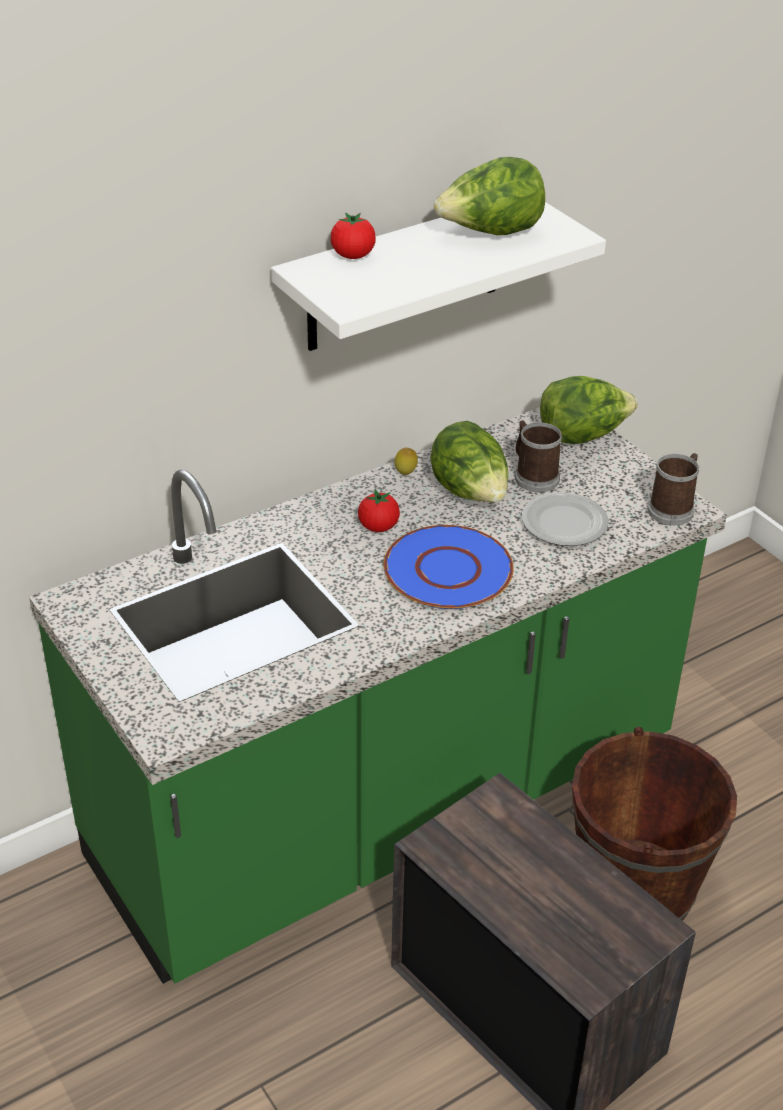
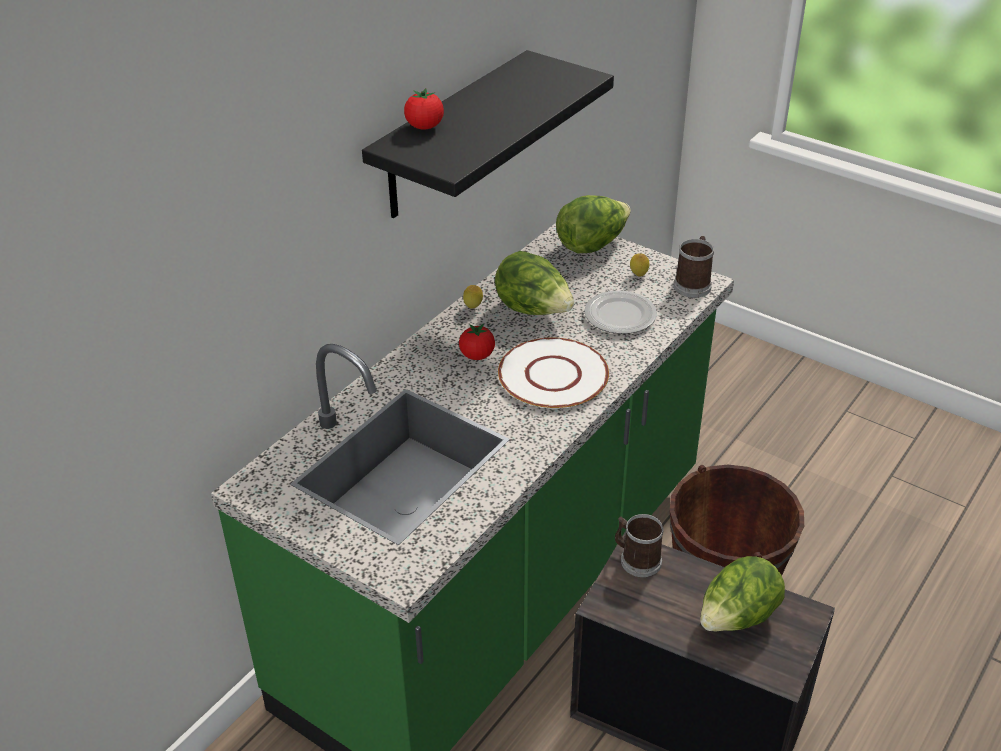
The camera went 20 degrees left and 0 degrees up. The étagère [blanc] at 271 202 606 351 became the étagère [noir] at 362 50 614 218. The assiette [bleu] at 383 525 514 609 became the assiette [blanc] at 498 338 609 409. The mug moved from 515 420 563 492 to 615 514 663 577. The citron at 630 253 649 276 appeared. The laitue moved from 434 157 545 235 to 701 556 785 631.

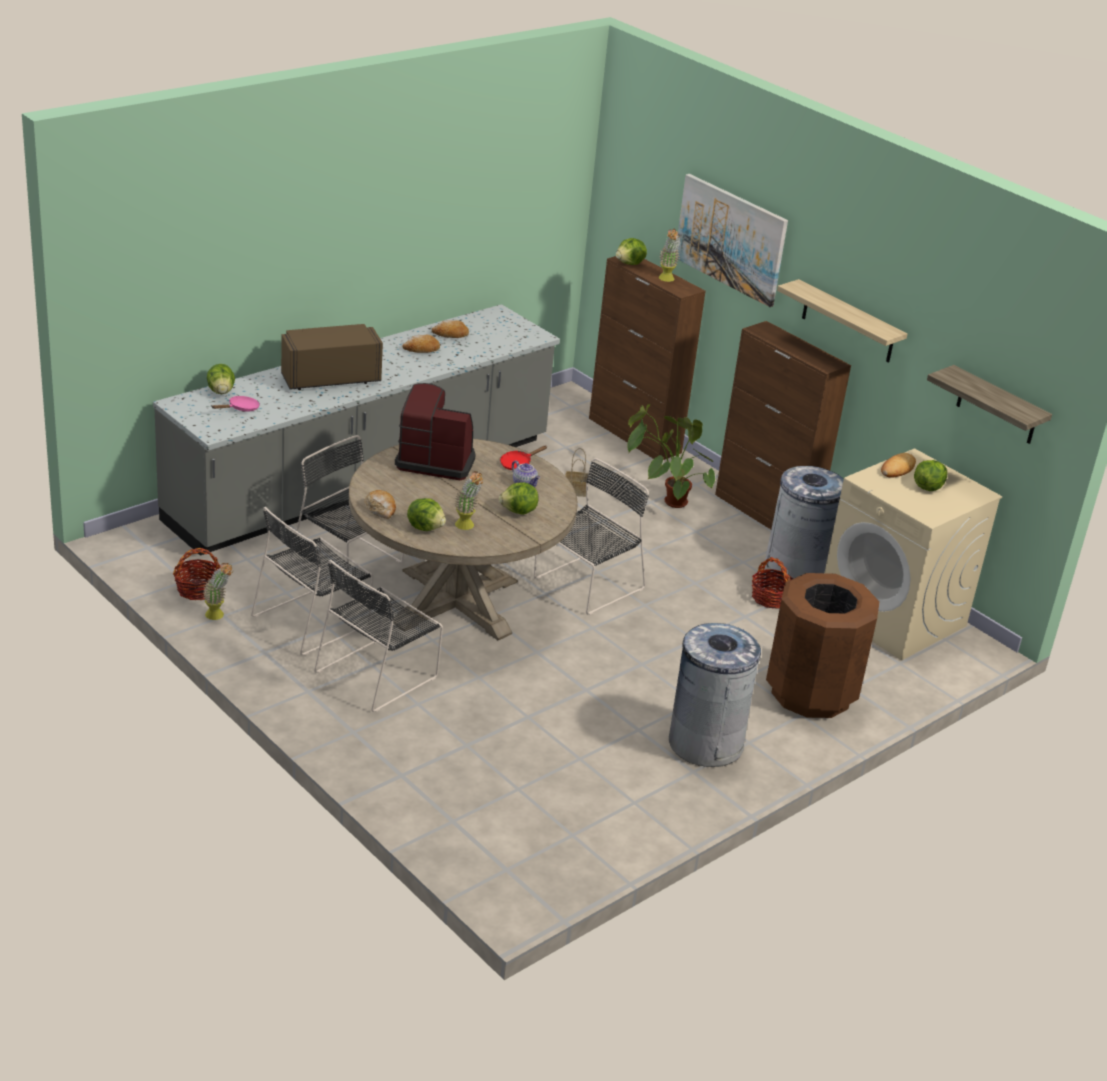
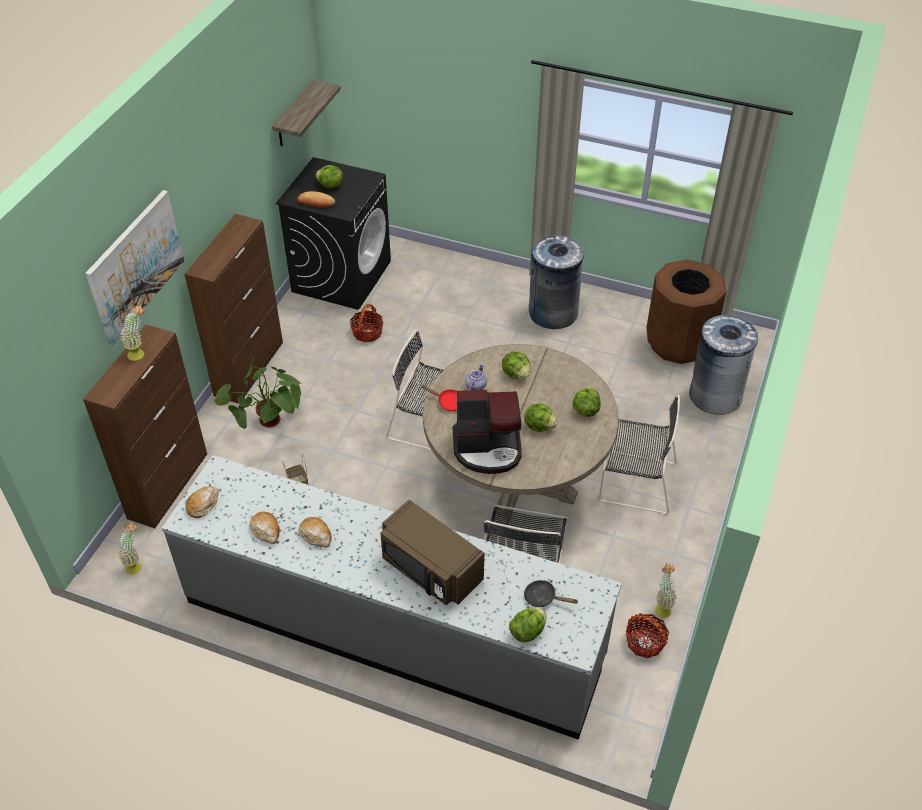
The camera went 115 degrees left and 15 degrees up. The plante en pot moved from 454 471 483 530 to 118 522 142 575. The pain moved from 364 490 396 519 to 186 486 219 518. The lave-linge [beige] at 824 448 1002 660 became the lave-linge [noir] at 276 157 391 310. The machine à café at 395 383 476 480 turned 75 degrees counterclockwise. The laitue moved from 616 238 647 265 to 524 404 558 432. The poêle [rose] at 212 396 260 411 became the poêle [noir] at 524 580 578 607. The poubelle [marron] moved from 766 573 880 718 to 646 260 727 364. The poubelle [gris] moved from 765 466 844 582 to 689 315 758 415. The chaise [noir] at 251 507 374 656 disappeared. The étagère at 777 279 908 363 disappeared.

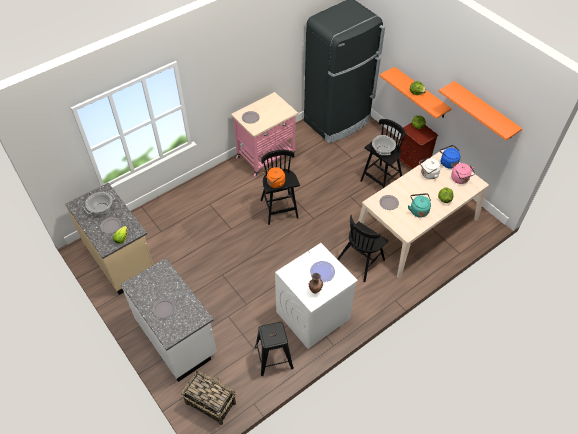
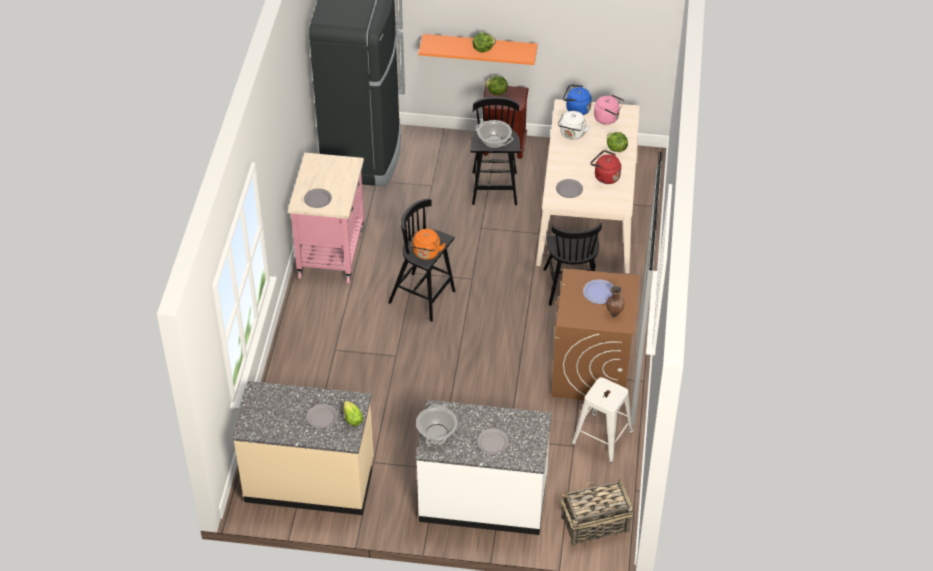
The camera went 45 degrees left and 5 degrees down. The marmite moved from 83 192 115 214 to 416 405 458 444. The lave-linge [blanc] at 275 243 358 349 became the lave-linge [marron] at 552 268 640 404. The tabouret [noir] at 255 322 294 376 became the tabouret [blanc] at 572 377 633 462. The bouilloire [turquoise] at 408 193 431 218 became the bouilloire [rouge] at 590 150 621 184. The étagère [orange] at 438 81 522 140 disappeared.

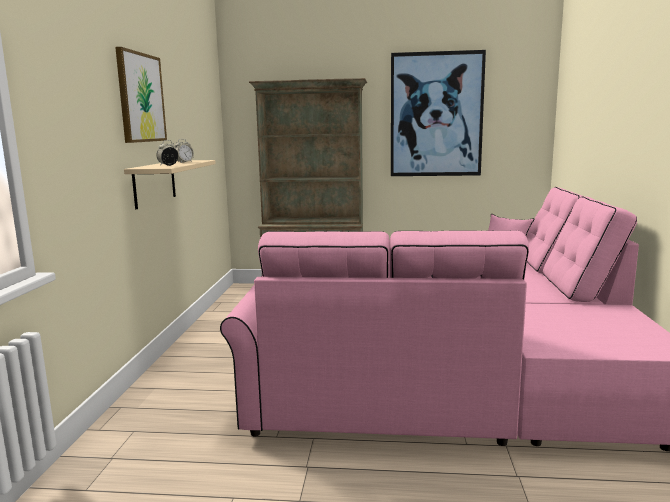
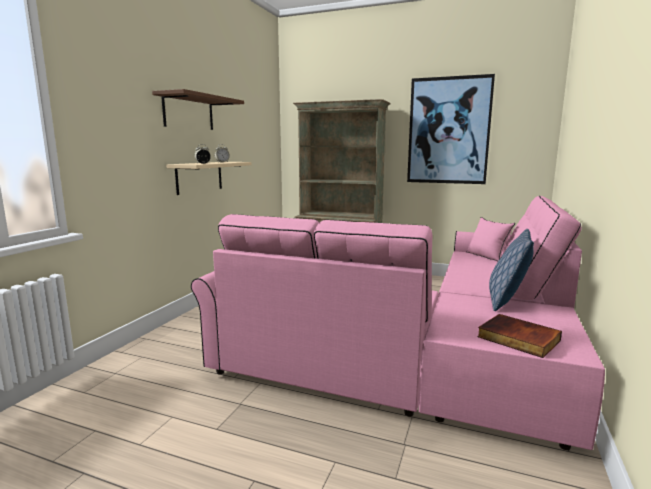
The camera went 15 degrees right and 0 degrees up. The tableau at 115 47 167 143 was replaced by the étagère [marron] at 152 89 244 130. The livre at 477 314 562 358 appeared. The coussin at 489 229 534 311 appeared.

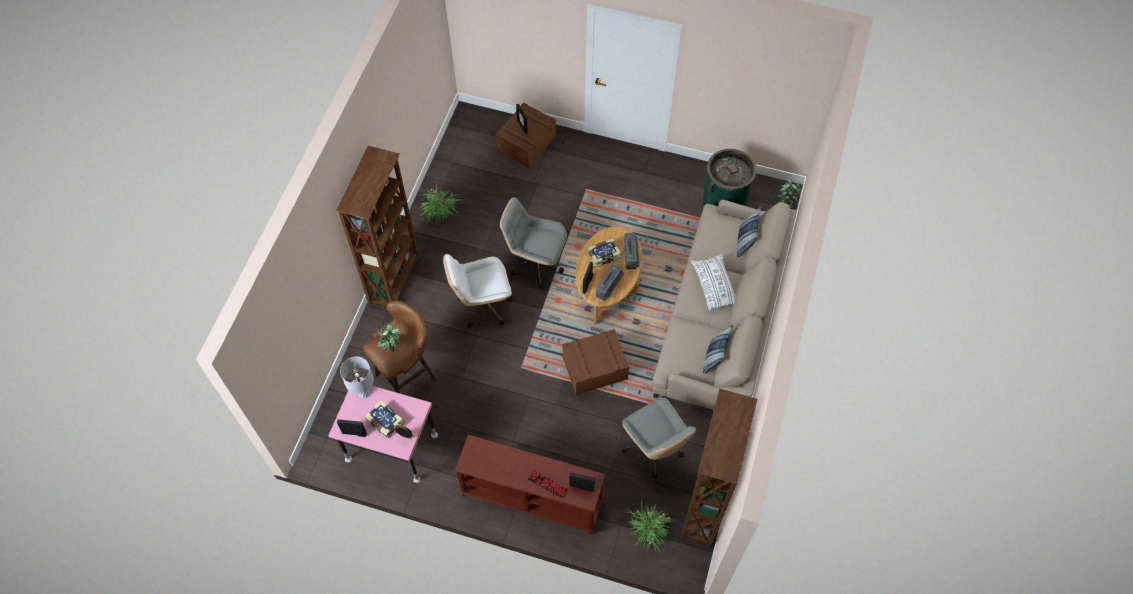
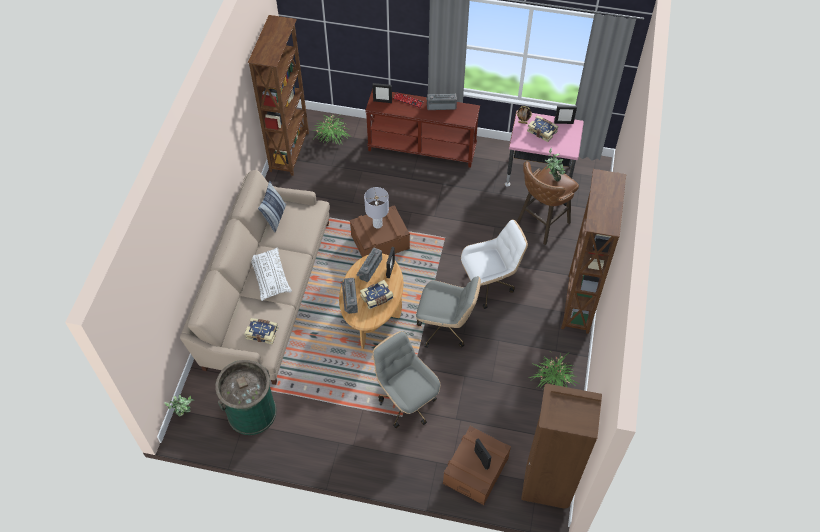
The camera went 175 degrees right and 5 degrees down. The livre at 244 318 278 344 appeared. The lampe de table [gris] moved from 340 356 374 399 to 364 187 389 228. The chaise de bureau [gris] moved from 622 398 696 477 to 373 331 440 428. The radio at 426 94 457 110 appeared. The meuble de rangement [marron] at 521 384 602 508 appeared. The coussin at 737 207 761 258 disappeared.

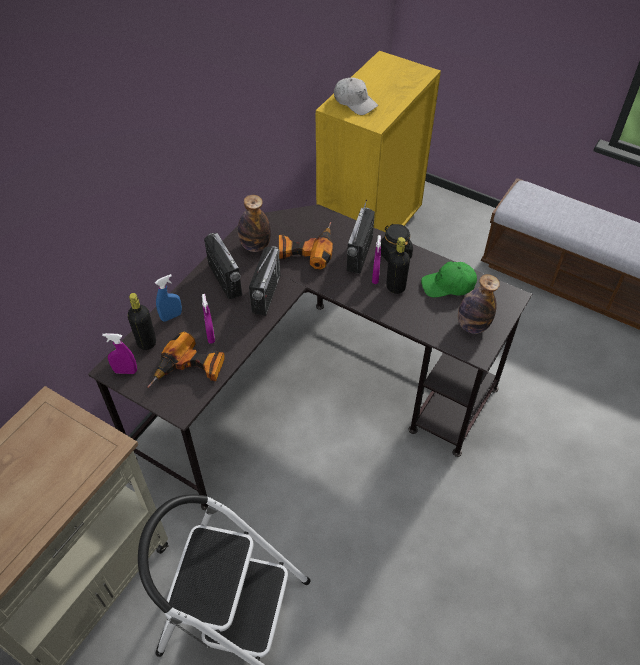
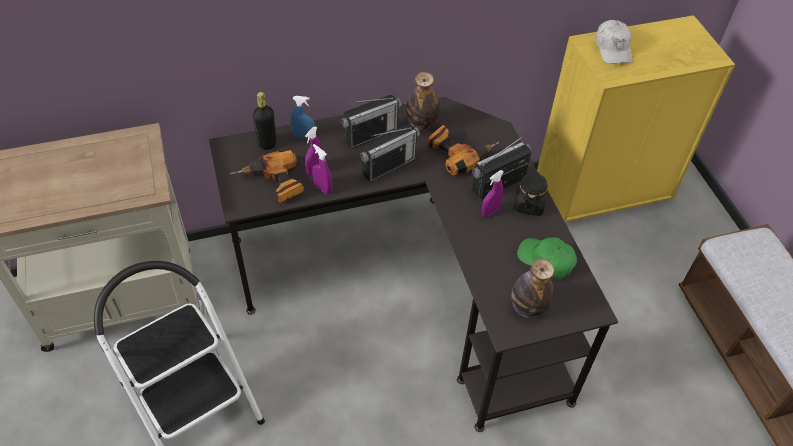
The camera went 40 degrees right and 0 degrees up. The vaporisateur [violet] moved from 102 333 137 374 to 312 144 332 194. The radio at 204 233 242 299 turned 45 degrees clockwise. The bouteille [noir] at 386 237 410 294 disappeared.

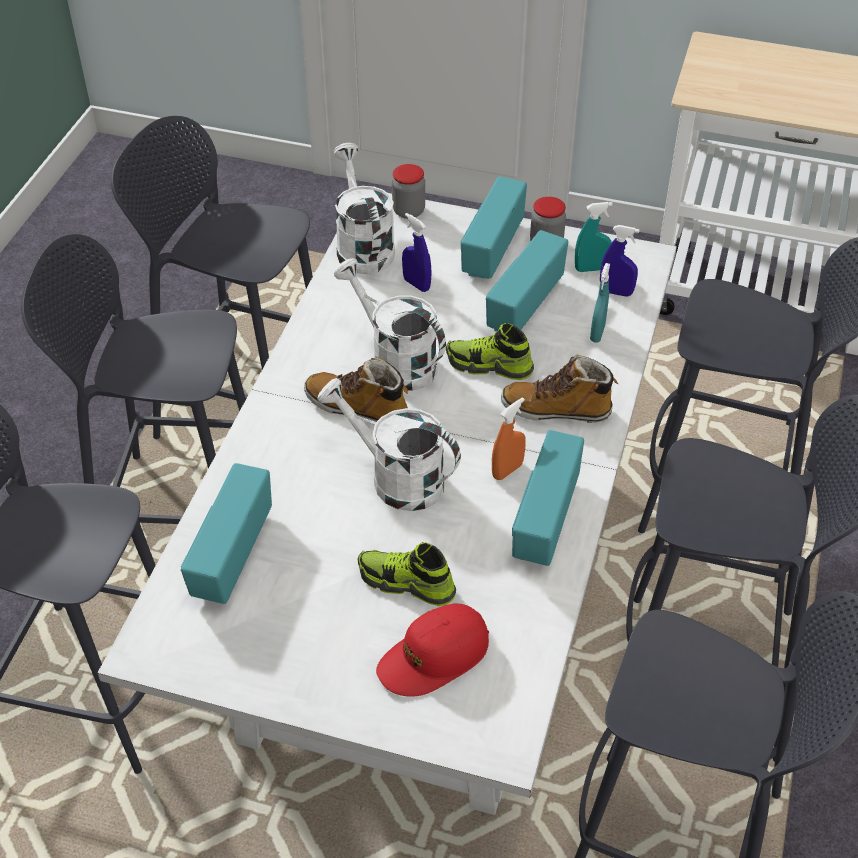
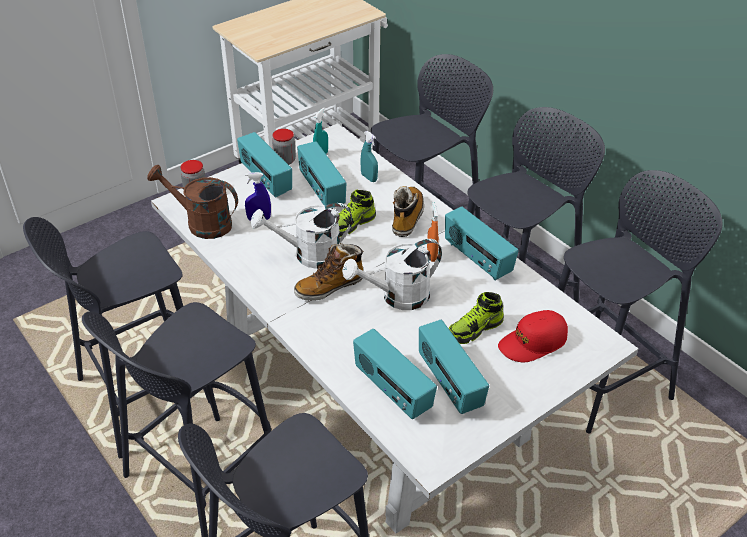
The camera went 55 degrees left and 5 degrees down. The arrosoir [blanc] at 333 143 395 274 became the arrosoir [marron] at 147 165 238 239. The botte at 501 354 618 423 turned 150 degrees clockwise. The radio at 419 320 489 414 appeared. The casquette [rouge] at 376 603 489 696 turned 60 degrees clockwise. The vaporisateur [bleu] at 600 225 640 297 disappeared.

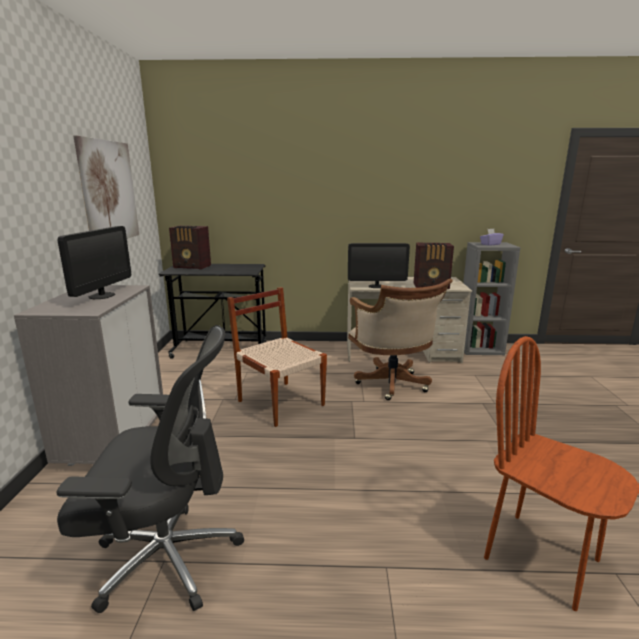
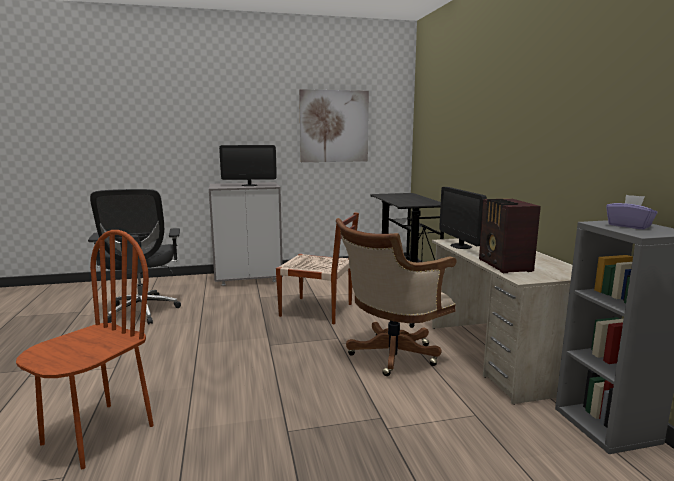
The camera went 75 degrees right and 5 degrees down. The chaise at 227 287 327 427 turned 75 degrees clockwise. The radio at 169 226 211 270 disappeared.

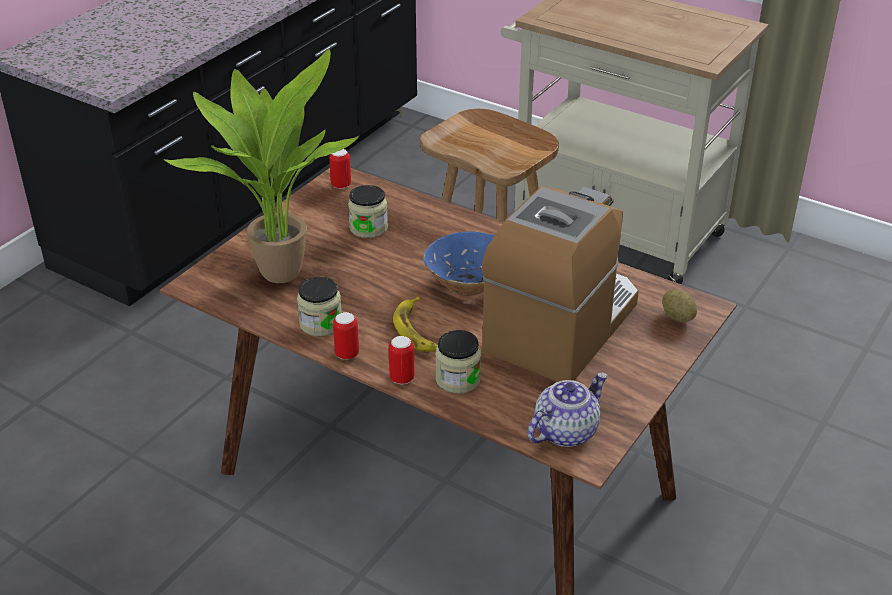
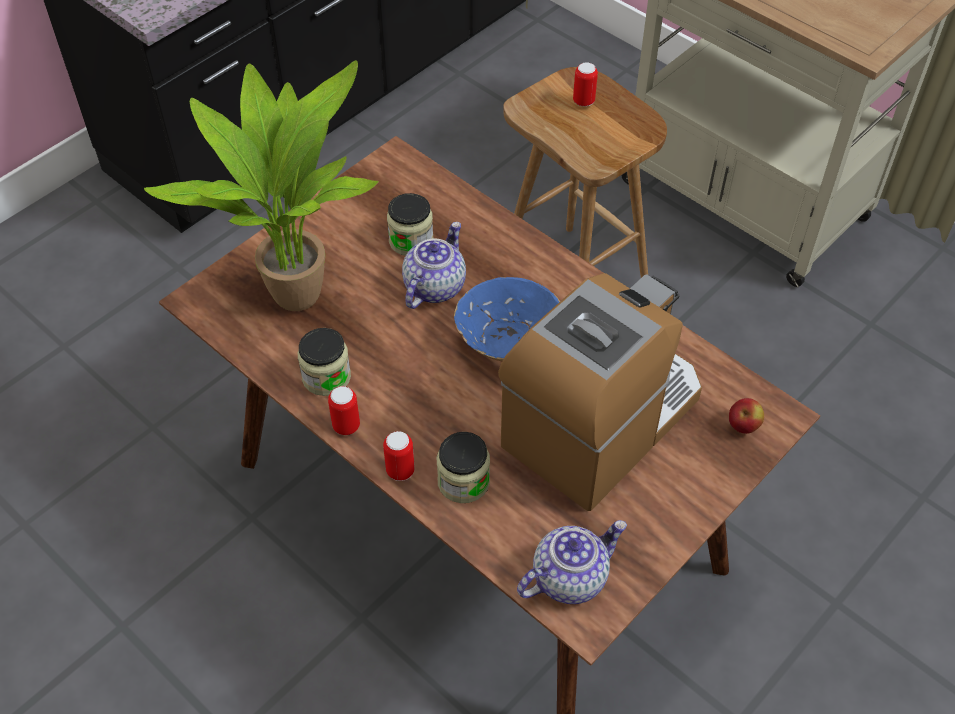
The camera went 10 degrees right and 15 degrees up. The théière at 402 222 466 309 appeared. The boîte métallique moved from 329 149 351 189 to 573 62 598 107. The pomme de terre at 662 289 697 322 was replaced by the pomme at 729 398 764 434. The banane at 393 297 438 352 disappeared.

